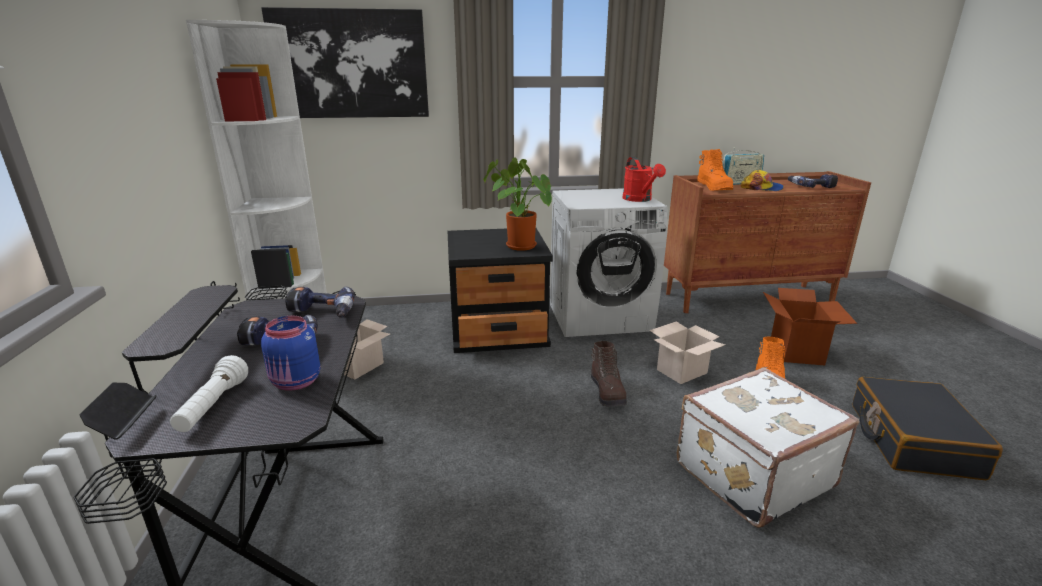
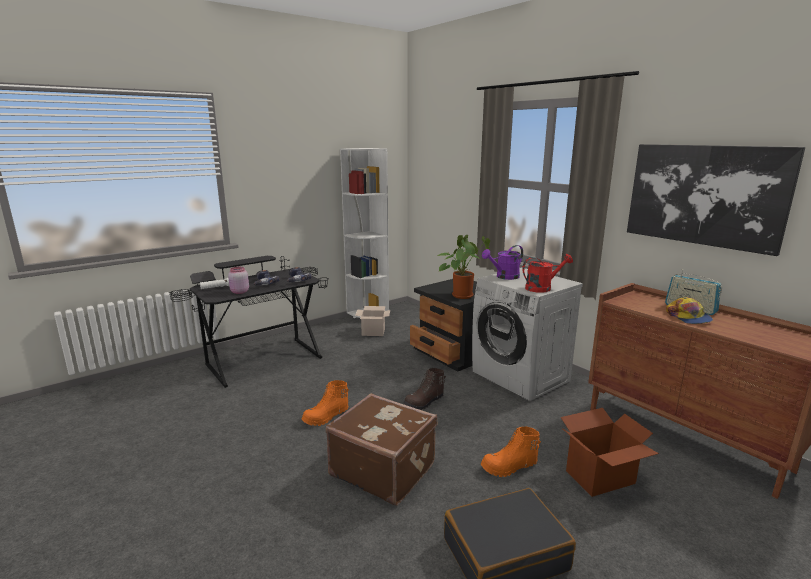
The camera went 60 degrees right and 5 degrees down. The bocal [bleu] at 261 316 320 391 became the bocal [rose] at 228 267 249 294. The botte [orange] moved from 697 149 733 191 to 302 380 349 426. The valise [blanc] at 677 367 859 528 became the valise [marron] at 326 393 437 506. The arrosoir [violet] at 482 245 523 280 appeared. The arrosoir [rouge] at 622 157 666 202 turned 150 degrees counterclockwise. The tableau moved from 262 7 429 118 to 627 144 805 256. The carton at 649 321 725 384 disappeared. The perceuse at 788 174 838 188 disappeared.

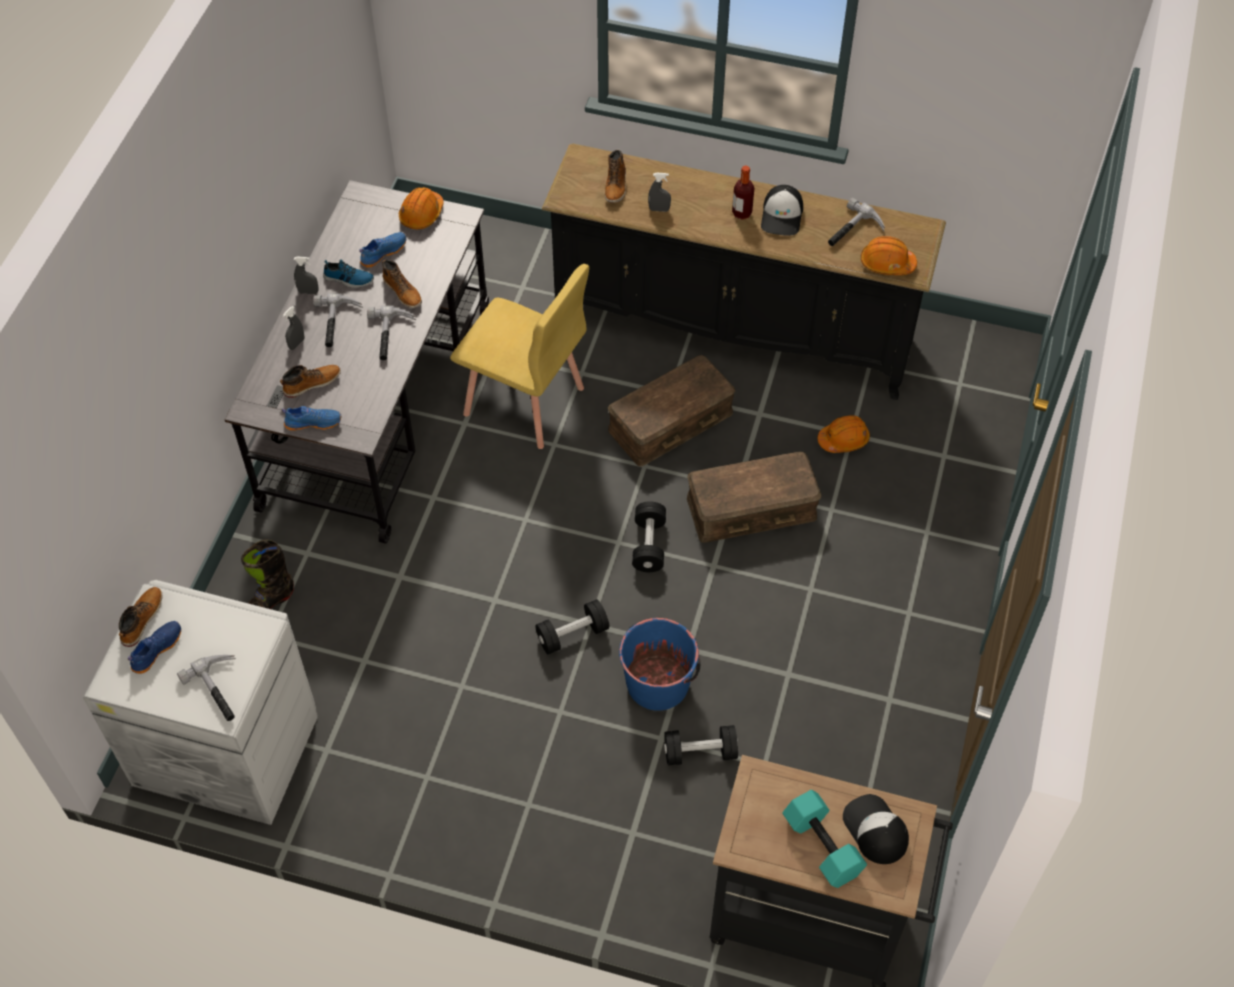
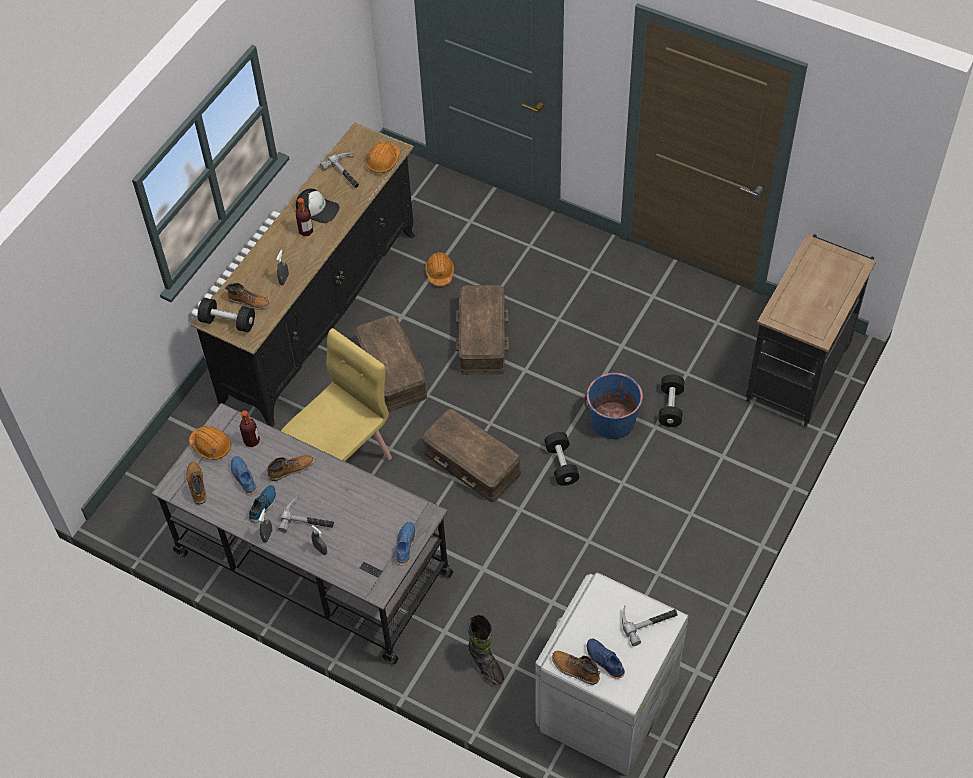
The camera went 75 degrees left and 0 degrees up. The botte moved from 280 365 341 398 to 186 461 206 505. The haltère [noir] moved from 632 501 666 572 to 198 298 255 332. The bouteille at 239 411 260 448 appeared. The boîte de rangement [marron] at 421 408 521 502 appeared. The marteau at 367 306 416 360 disappeared. The haltère [turquoise] at 782 790 867 888 disappeared. The casquette at 843 794 909 864 disappeared.

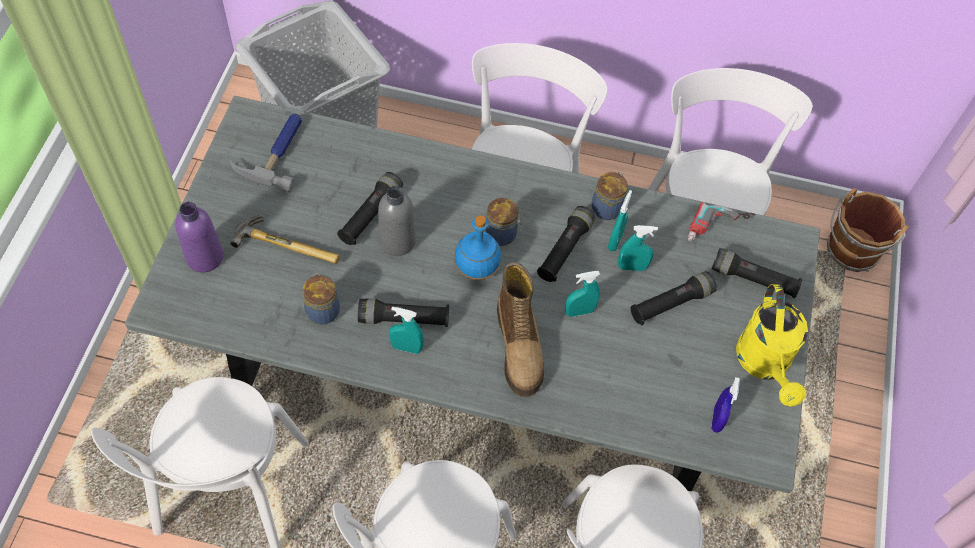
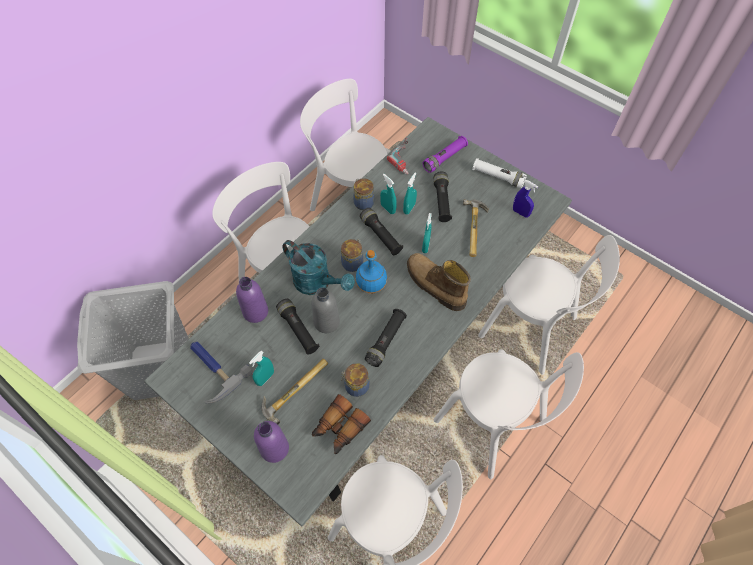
The camera went 60 degrees left and 0 degrees up. The bouteille [violet] at 236 277 268 323 appeared. The vaporisateur [turquoise] moved from 389 307 424 354 to 249 350 274 386. The arrosoir [turquoise] at 282 240 355 295 appeared. The jumelles at 312 394 371 455 appeared. The botte at 497 262 544 397 turned 150 degrees counterclockwise. The lampe de poche [noir] at 712 248 802 298 became the lampe de poche [violet] at 423 136 468 173. The marteau at 463 199 489 257 appeared. The arrosoir [jaune] at 736 284 808 407 was replaced by the lampe de poche [blanc] at 472 158 527 188. The seau [marron] at 827 188 909 272 disappeared.

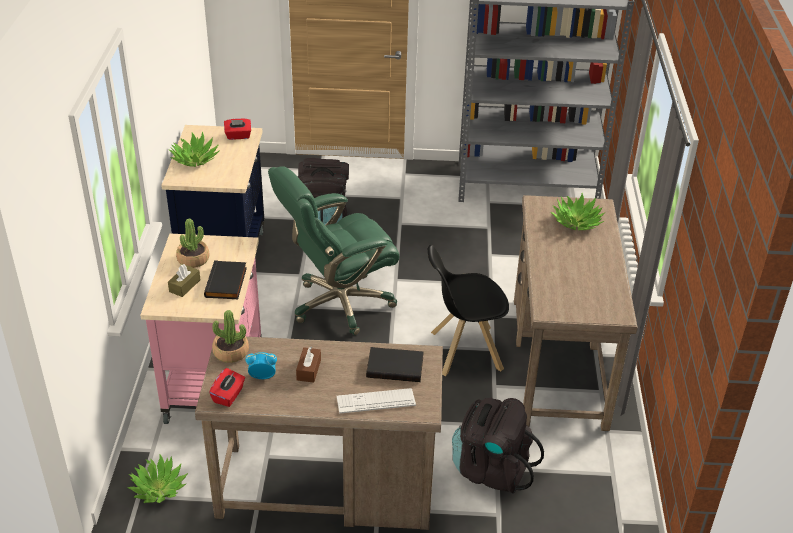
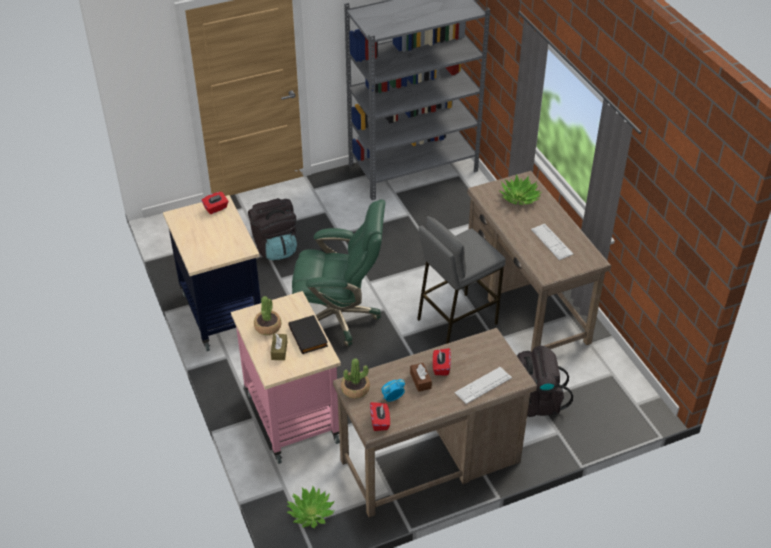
The camera went 25 degrees left and 5 degrees up. The chaise de bureau [vert] at 268 166 400 335 turned 120 degrees counterclockwise. The chaise [noir] at 428 245 509 376 was replaced by the tabouret [gris] at 417 216 506 344. The boîte à mouchoirs [rouge] at 433 348 451 376 appeared. The clavier at 531 224 573 260 appeared. The plante en pot at 168 132 220 167 disappeared. The livre [noir] at 366 347 424 382 disappeared.

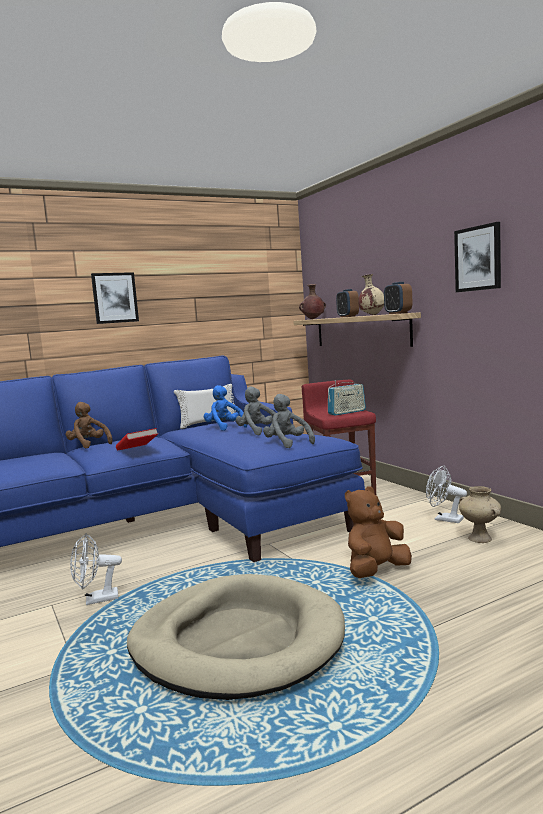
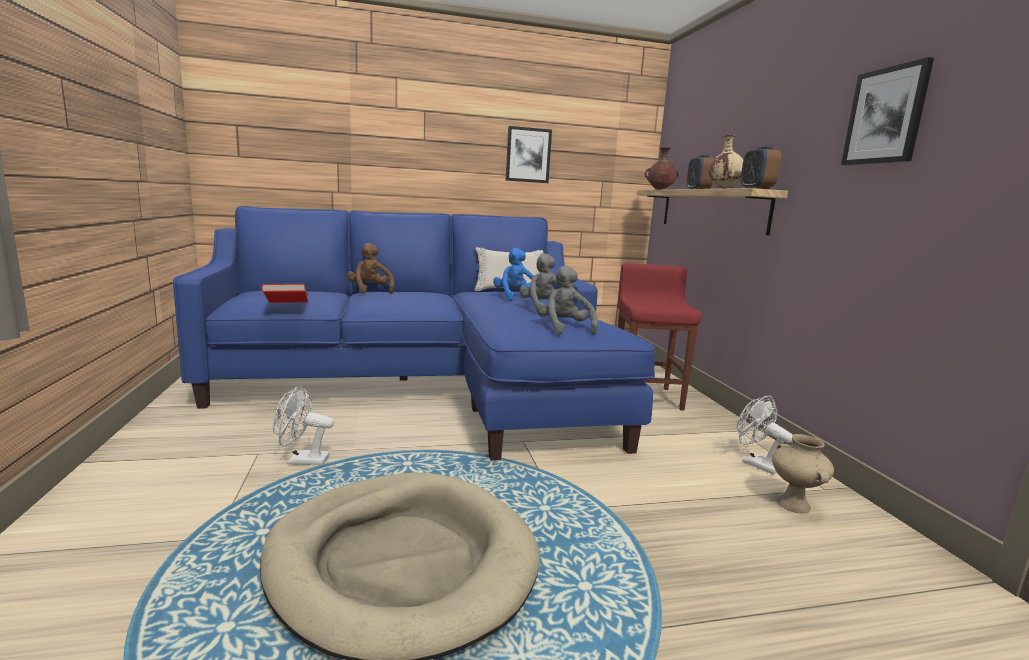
The camera went 15 degrees right and 5 degrees up. The livre [rouge] moved from 116 428 158 450 to 261 284 308 303. The tableau moved from 91 272 139 324 to 505 126 552 183. The radio at 328 380 366 415 disappeared. The peluche [marron] at 345 486 412 578 disappeared.

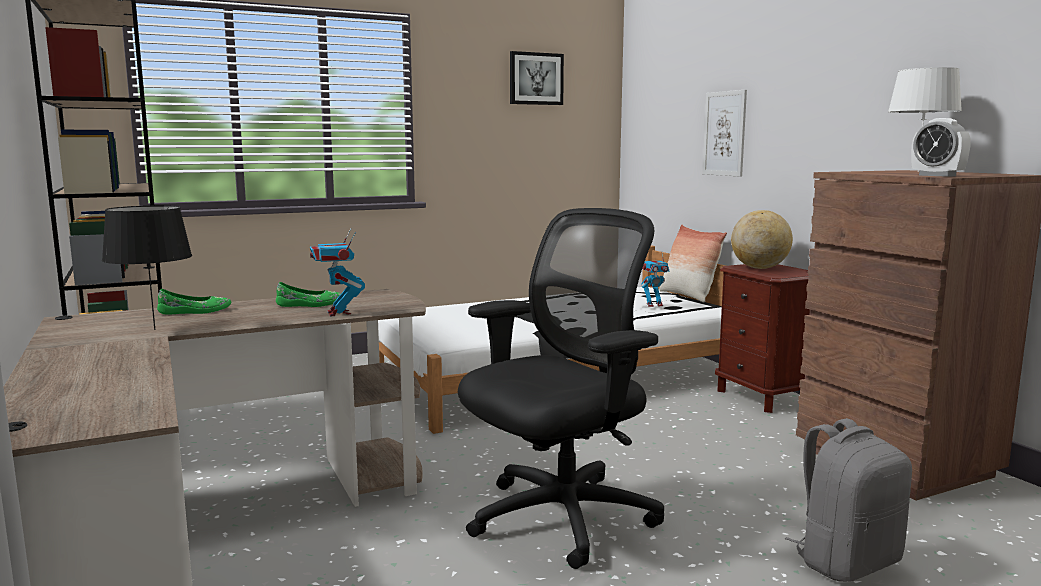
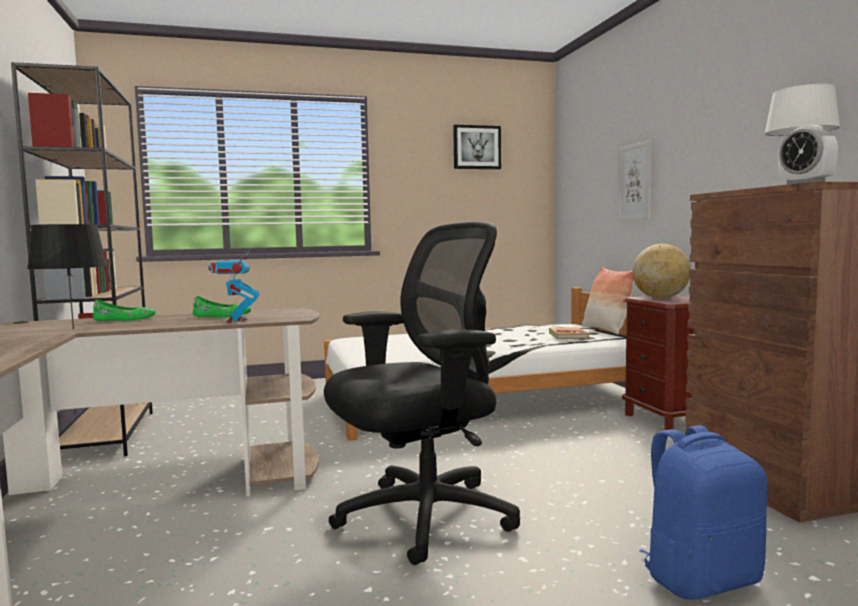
The camera went 10 degrees right and 5 degrees down. The robot jouet at 642 254 670 307 was replaced by the livre at 549 327 589 339. The sac à dos [gris] at 785 418 912 582 became the sac à dos [bleu] at 639 425 767 600.

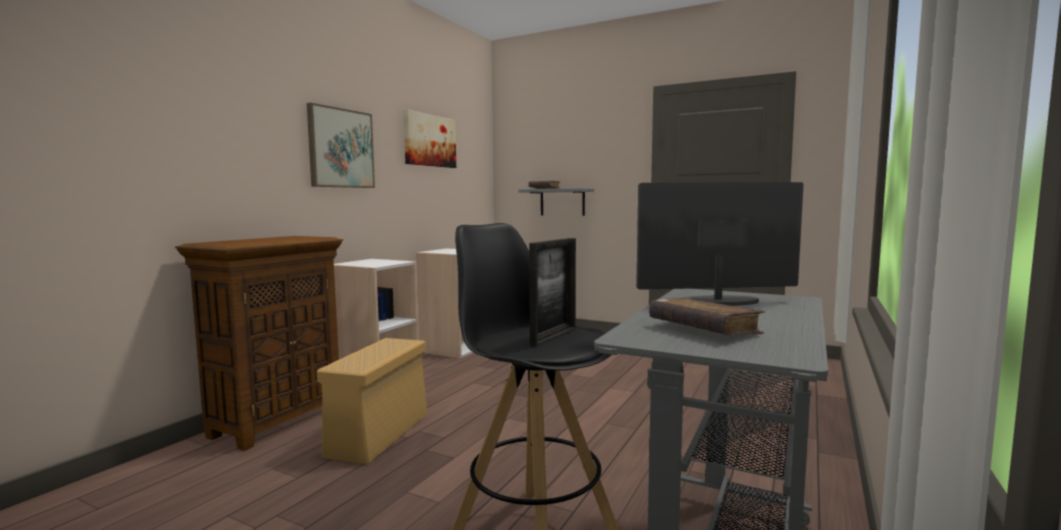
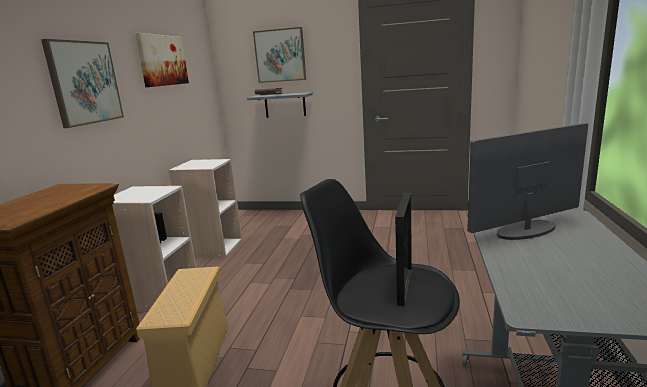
The camera went 15 degrees left and 10 degrees up. The tableau at 253 27 306 83 appeared. The livre [marron] at 649 298 765 335 disappeared.

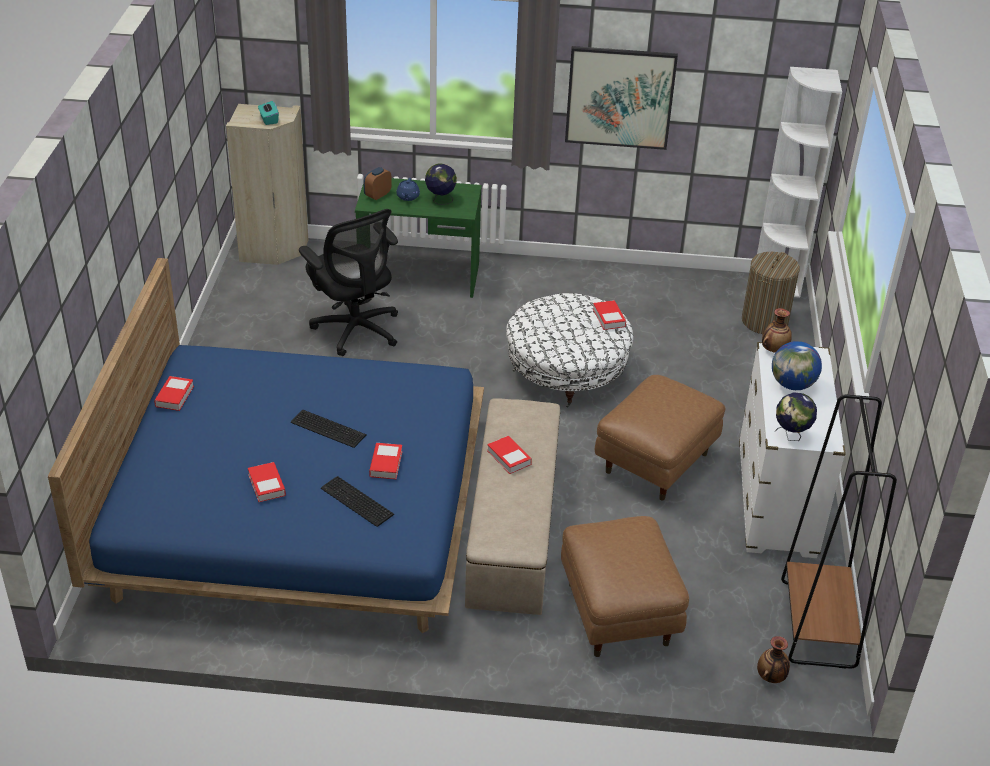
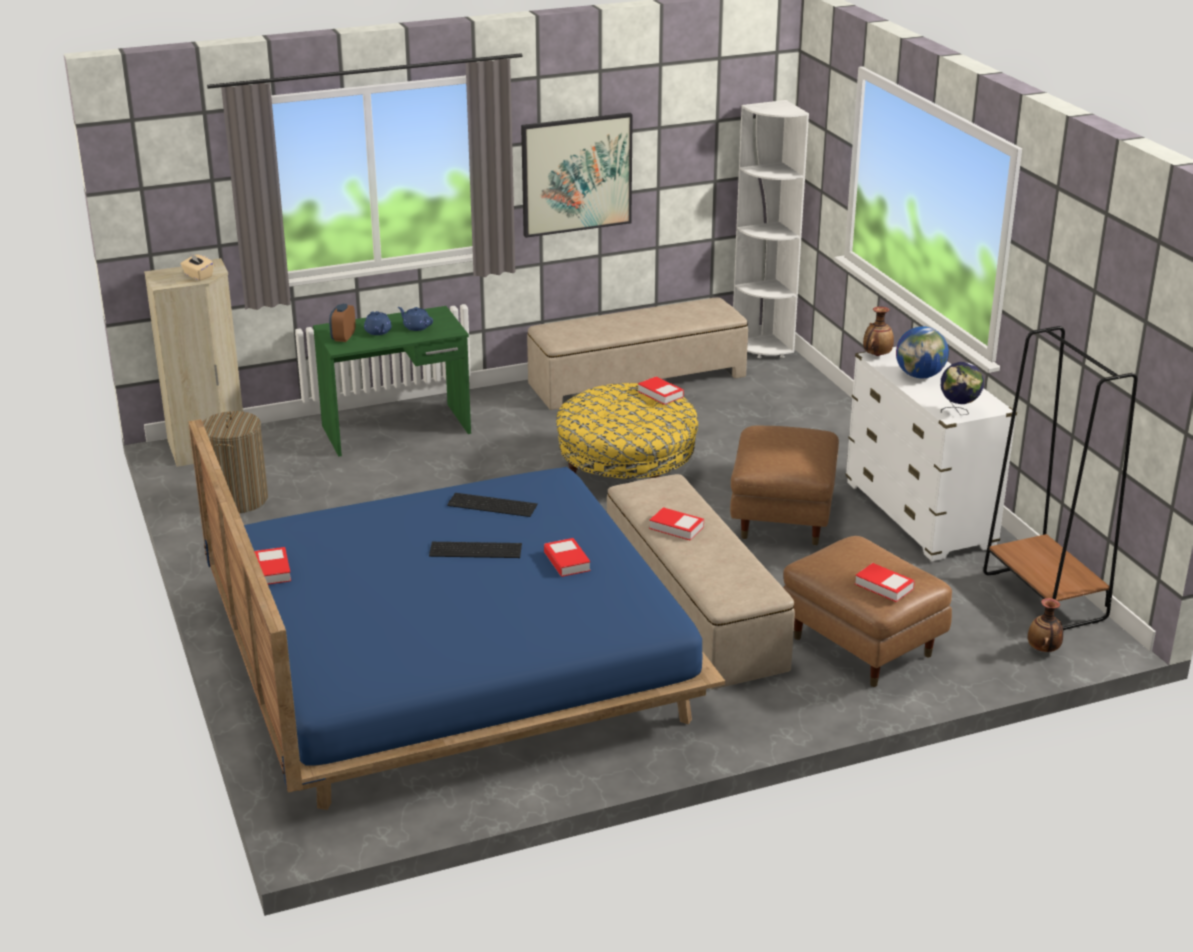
The camera went 25 degrees left and 10 degrees down. The boîte à mouchoirs [turquoise] at 258 100 279 125 became the boîte à mouchoirs [beige] at 181 252 214 281. The panier à linge moved from 742 252 800 334 to 202 411 268 513. The globe at 425 163 457 205 was replaced by the théière [bleu] at 398 307 433 331. The clavier moved from 321 476 394 527 to 447 493 538 517. The banc [beige] at 527 297 748 410 appeared. The pouf [blanc] at 506 293 633 408 became the pouf [jaune] at 556 383 698 479. The livre moved from 248 462 286 502 to 855 563 915 602. The chaise de bureau [noir] at 299 209 398 356 disappeared.

